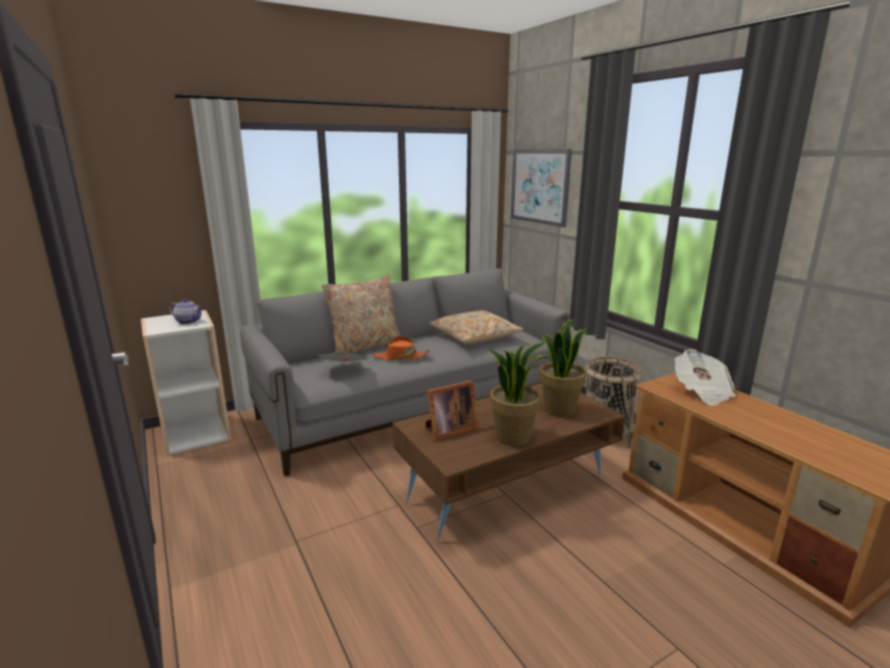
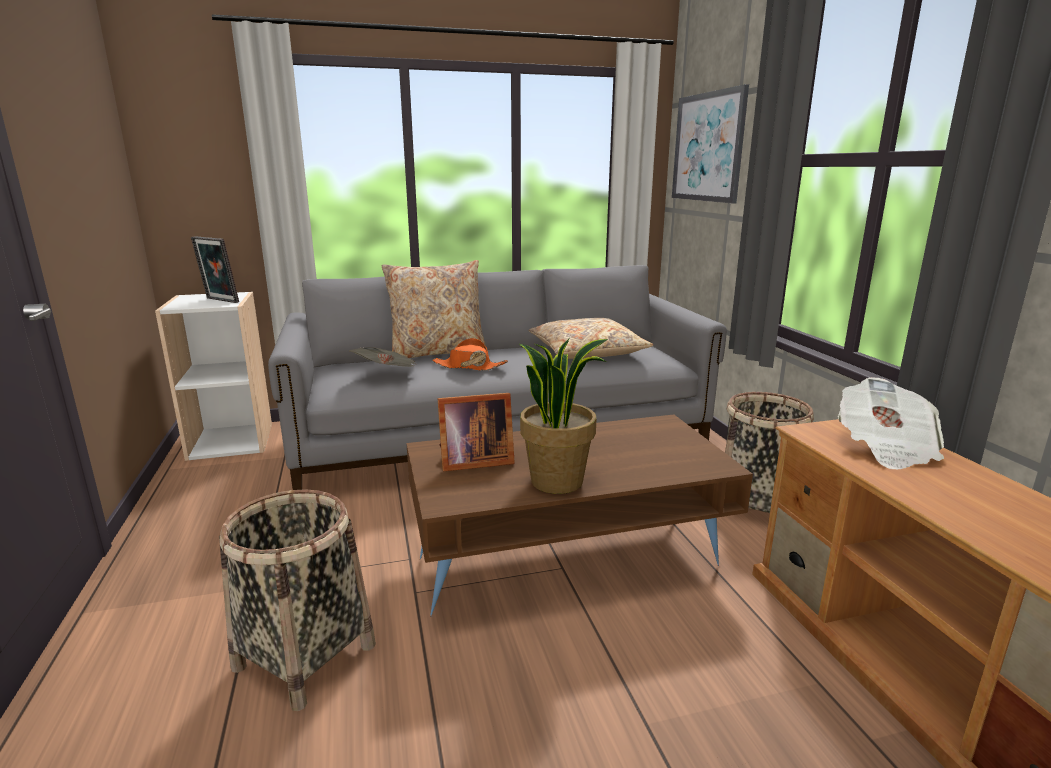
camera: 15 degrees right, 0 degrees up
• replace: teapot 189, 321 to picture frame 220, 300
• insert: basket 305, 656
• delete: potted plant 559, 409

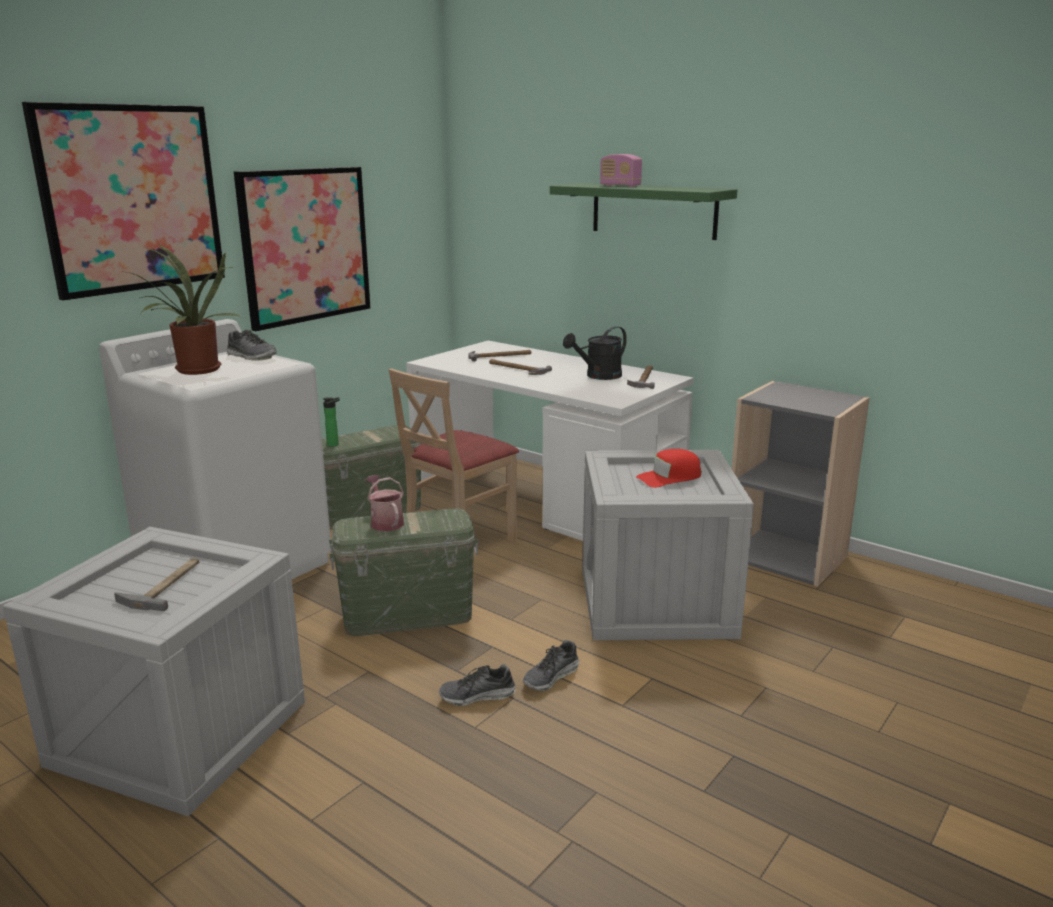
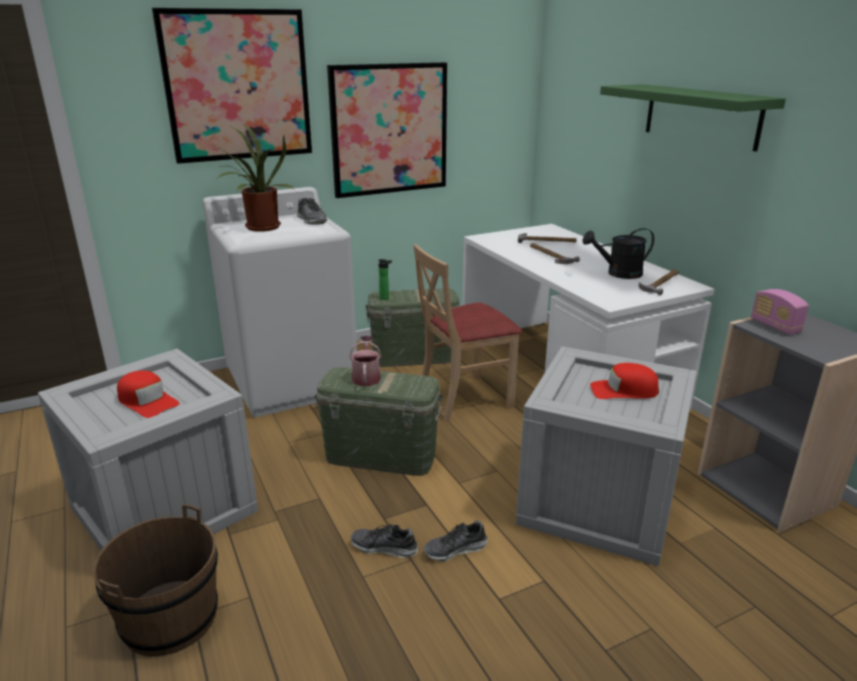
camera: 25 degrees right, 5 degrees up
• insert: brown bucket 170, 618
• replace: hammer 166, 585 to red cap 147, 401
• move: radio 620, 186 to 775, 326

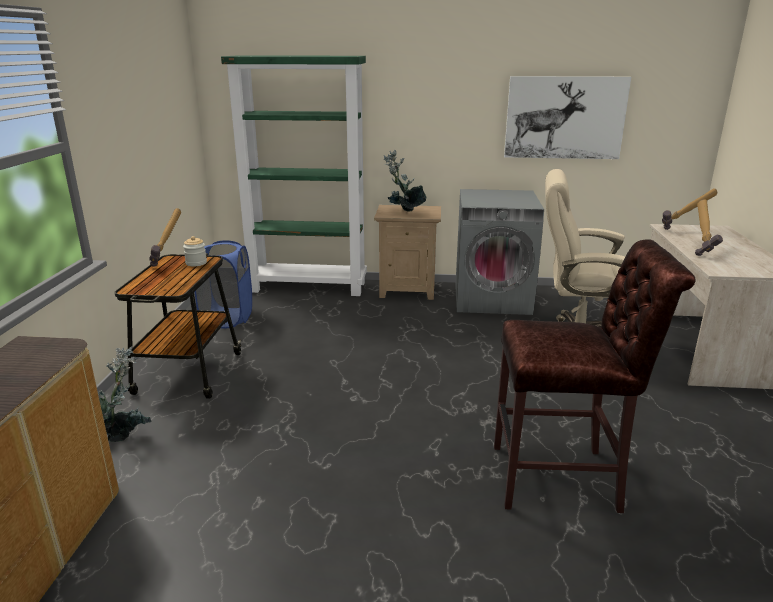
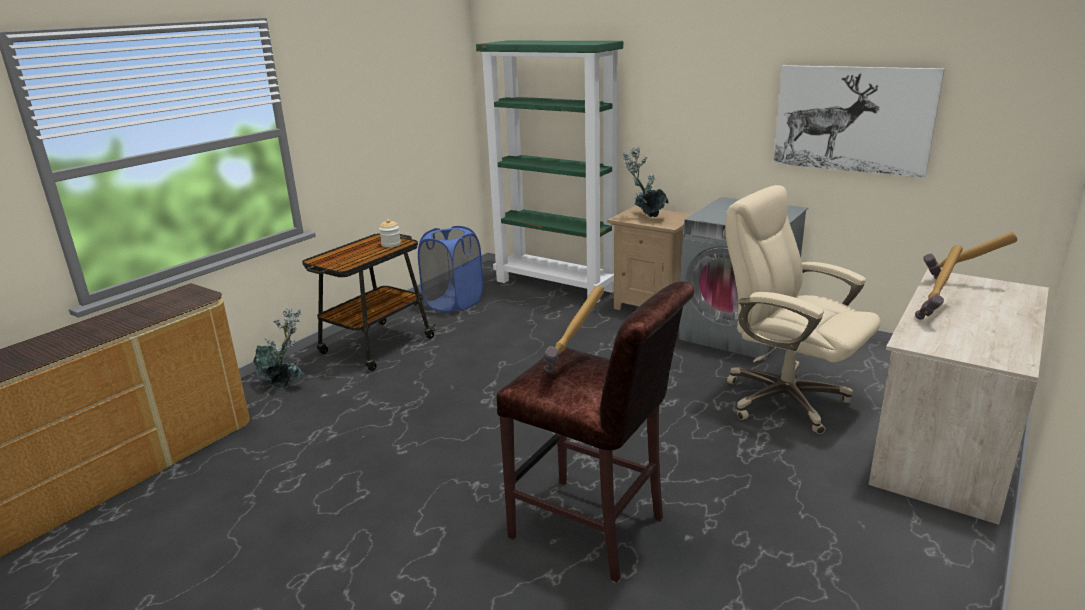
camera: 30 degrees right, 0 degrees up
• move: hammer 170, 261 to 575, 365

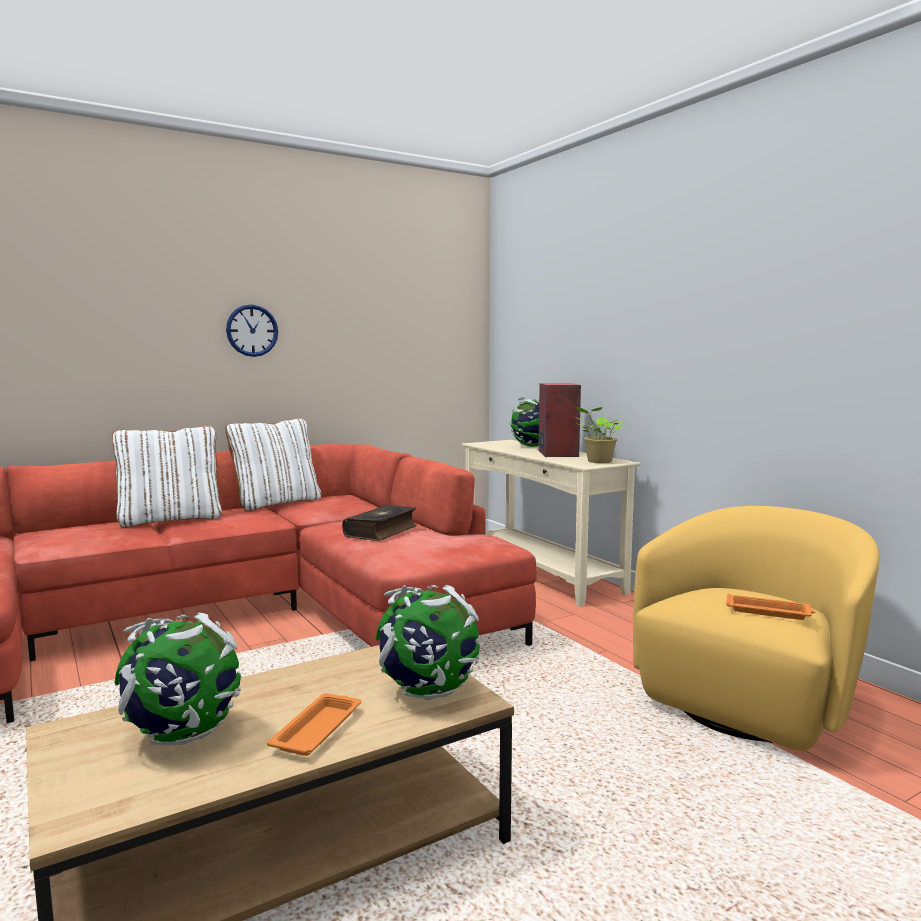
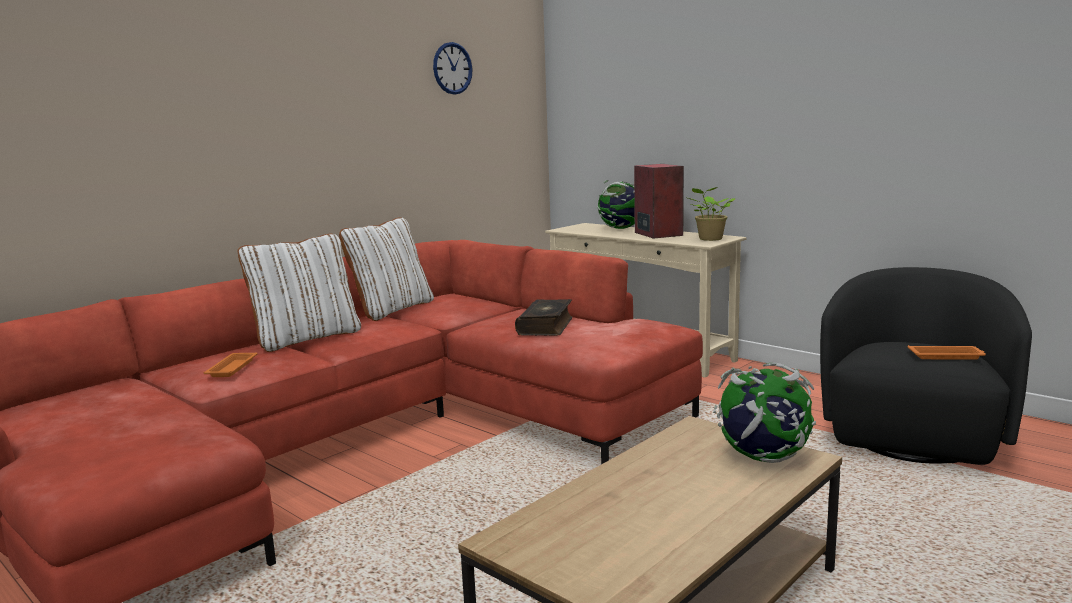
camera: 15 degrees left, 5 degrees up
• move: orange tray 318, 729 to 233, 368
• move: wall clock 252, 330 to 452, 68
• recolor: yellow armchair 751, 703 to black armchair 912, 436
• delete: globe 182, 736

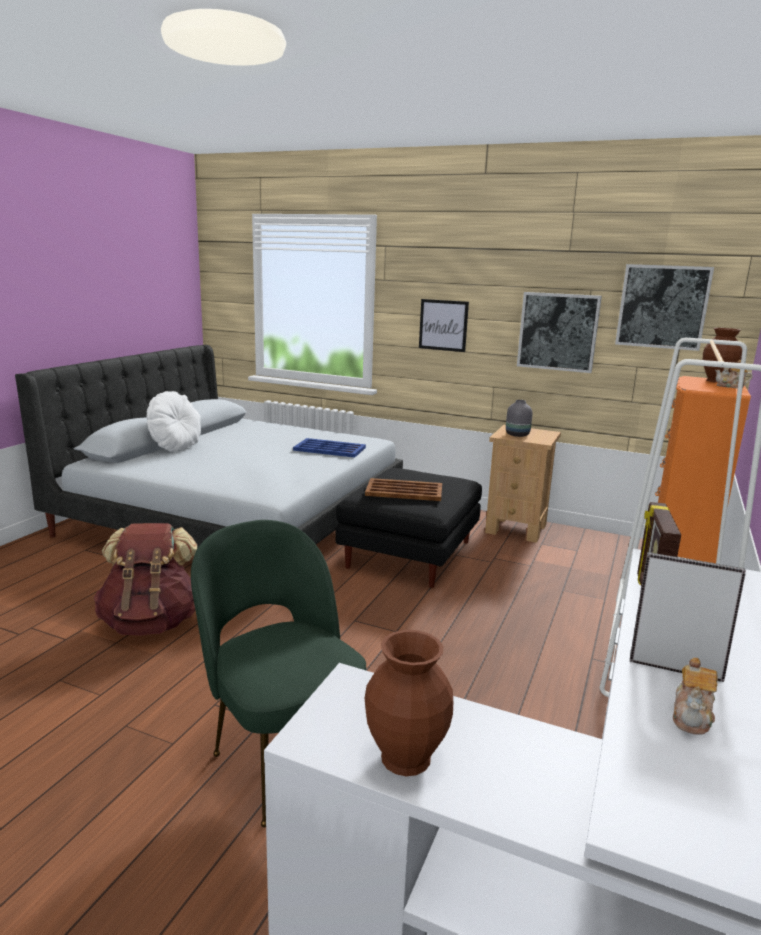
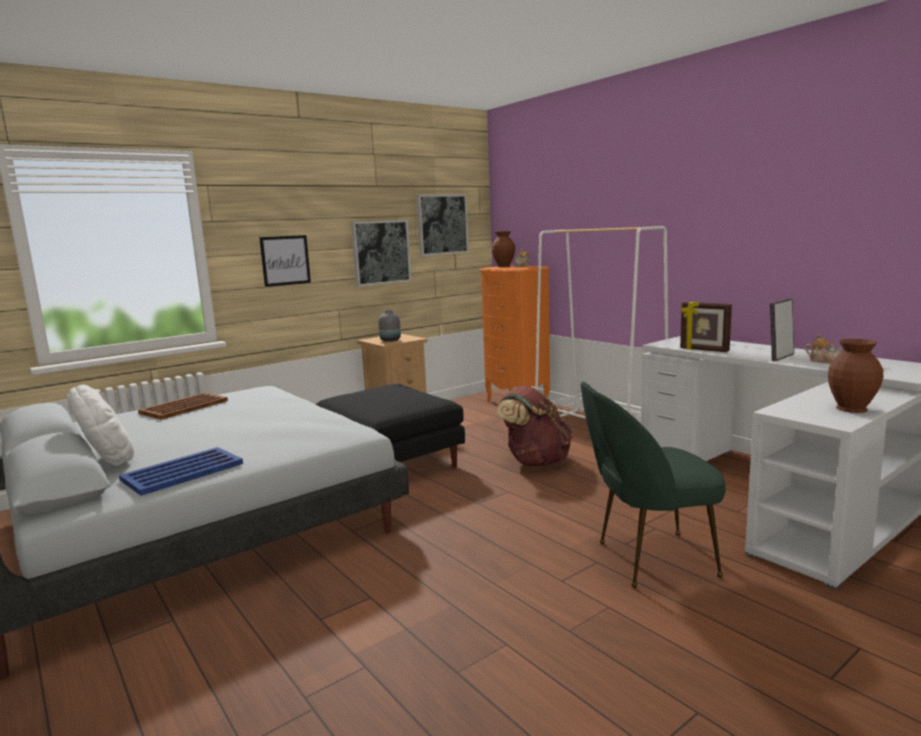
camera: 60 degrees left, 5 degrees down
• move: blue tray 329, 449 to 181, 472
• move: brown tray 403, 491 to 183, 407
• move: brown backpack 151, 622 to 535, 461

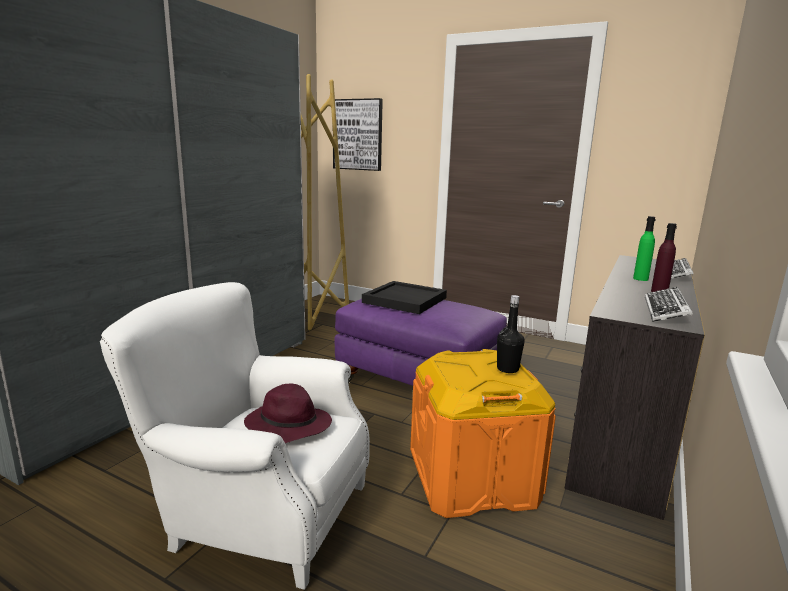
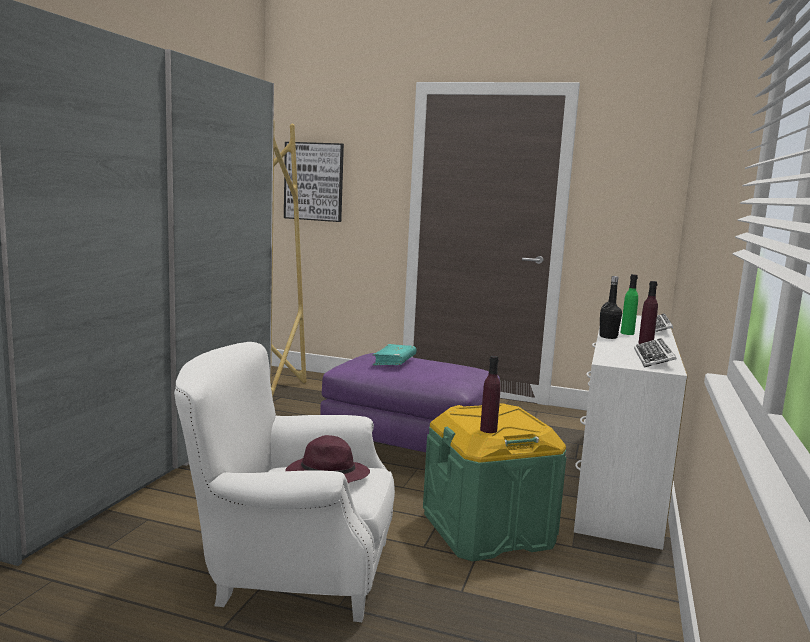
camera: 10 degrees left, 5 degrees down
• replace: black tray 404, 300 to turquoise book 394, 362
• recolor: orange storage box 472, 478 to green storage box 487, 530
• insert: purple bottle 488, 430
• recolor: black dresser 622, 426 to white dresser 617, 479
• move: black bottle 507, 369 to 608, 337

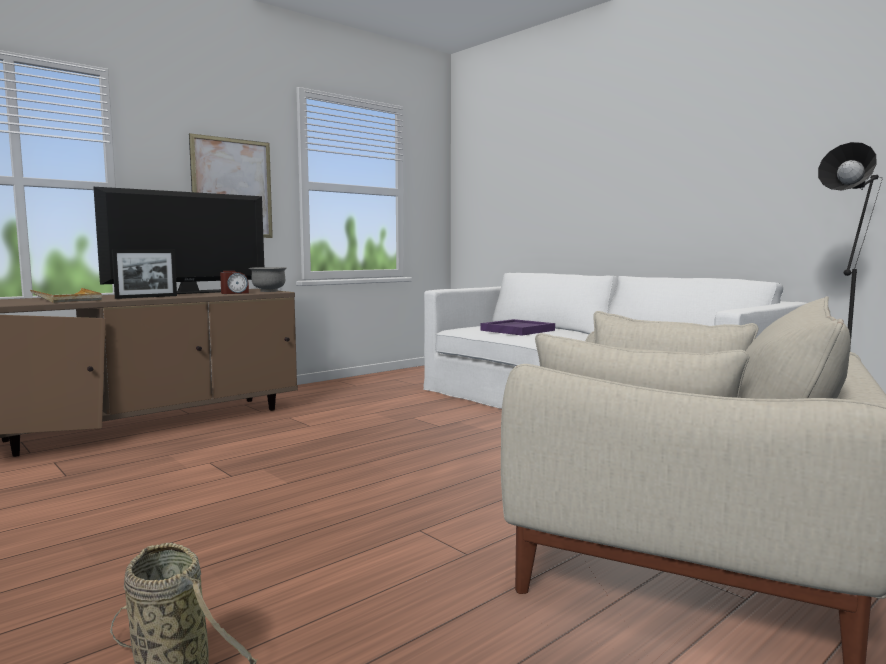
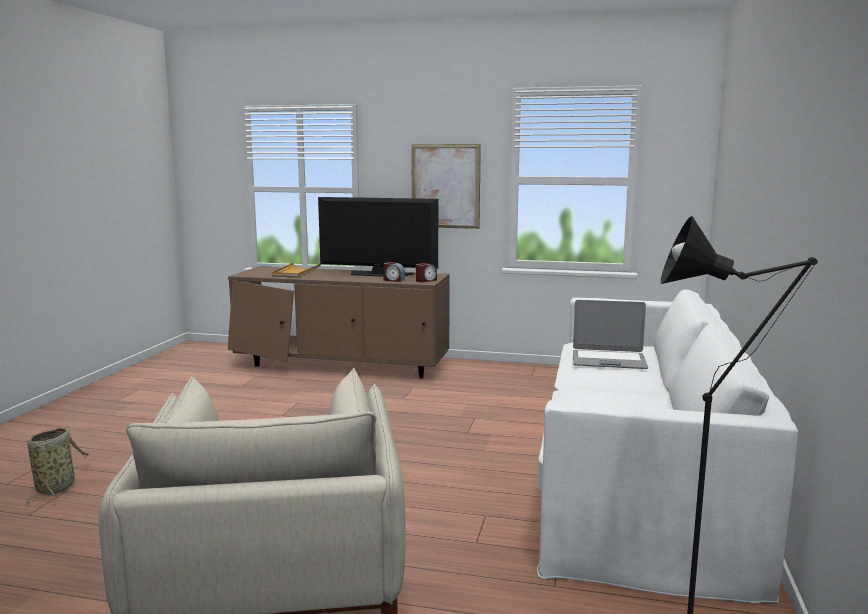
camera: 55 degrees right, 5 degrees up
• replace: grey bowl 268, 291 to alarm clock 426, 280
• replace: purple tray 517, 330 to laptop 608, 361
• delete: picture frame 146, 297

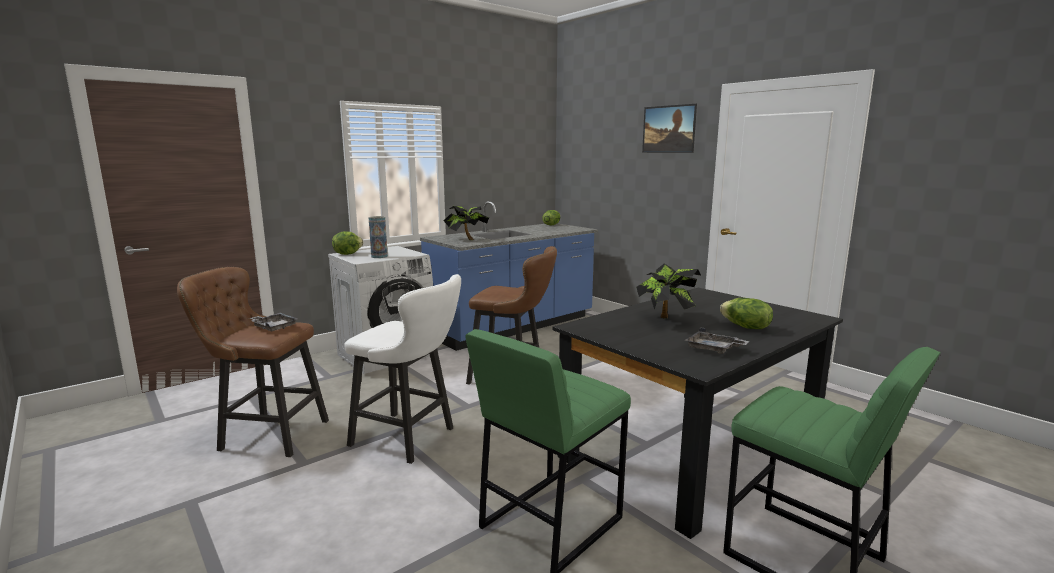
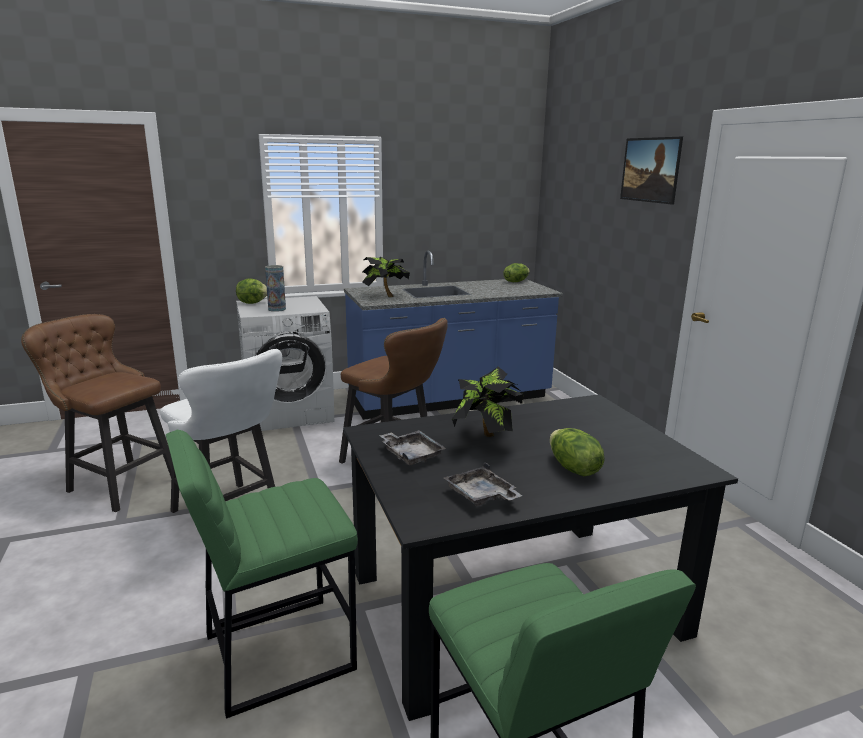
camera: 20 degrees right, 5 degrees up
• move: grey tray 274, 327 to 411, 454

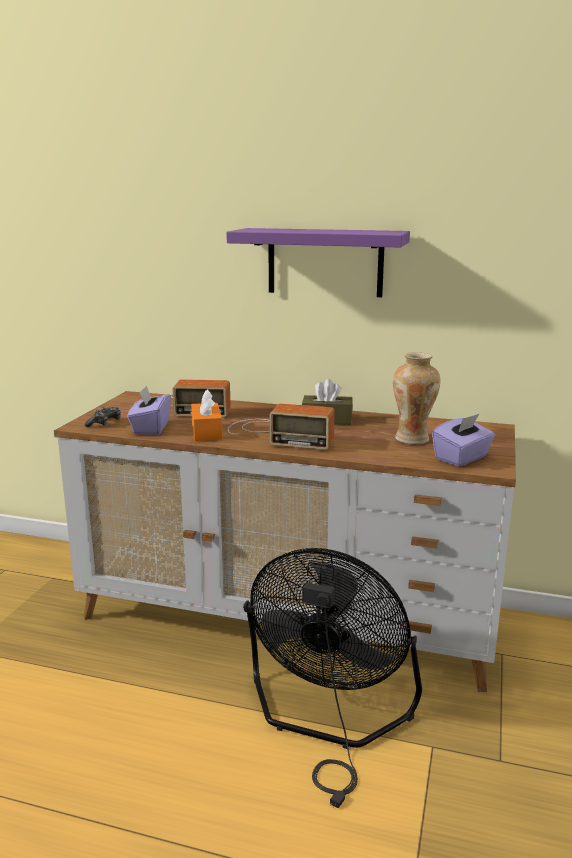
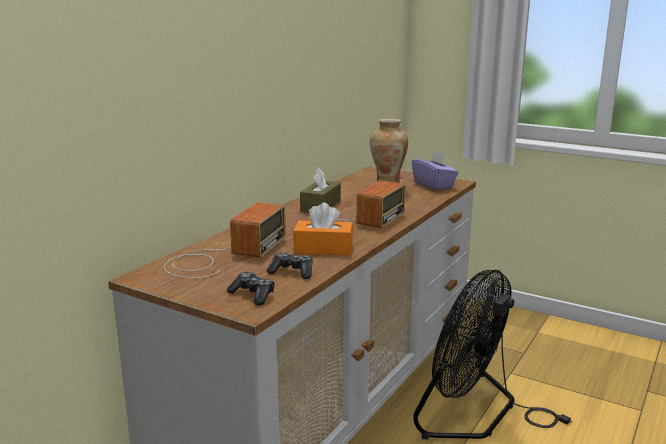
camera: 75 degrees left, 0 degrees up
• replace: purple tissue box 150, 428 to game controller 292, 272
• delete: purple shelf 325, 262

